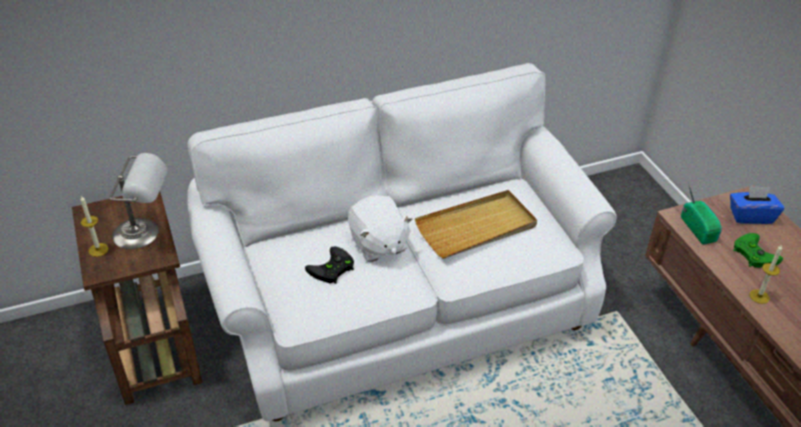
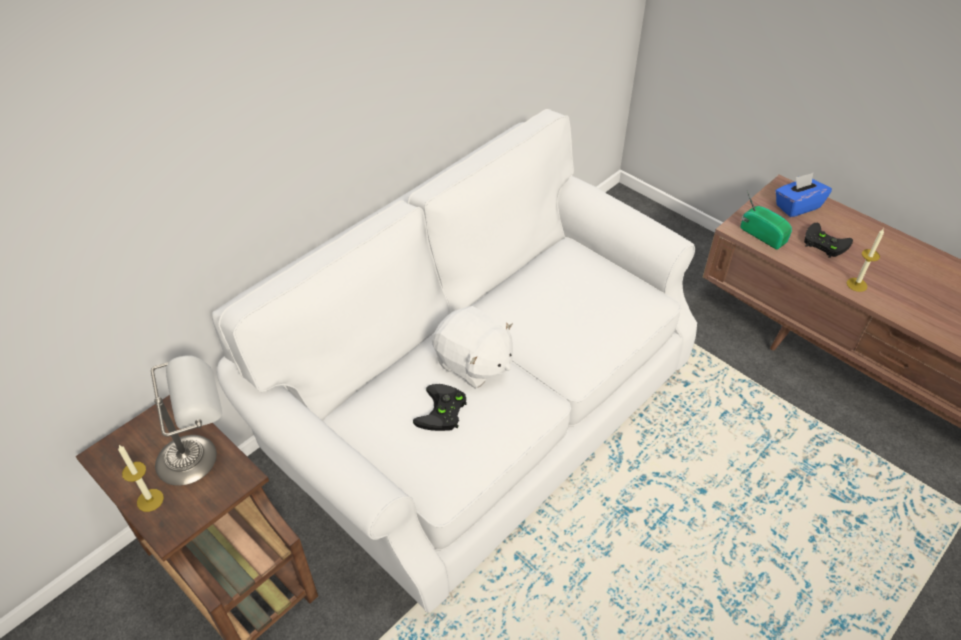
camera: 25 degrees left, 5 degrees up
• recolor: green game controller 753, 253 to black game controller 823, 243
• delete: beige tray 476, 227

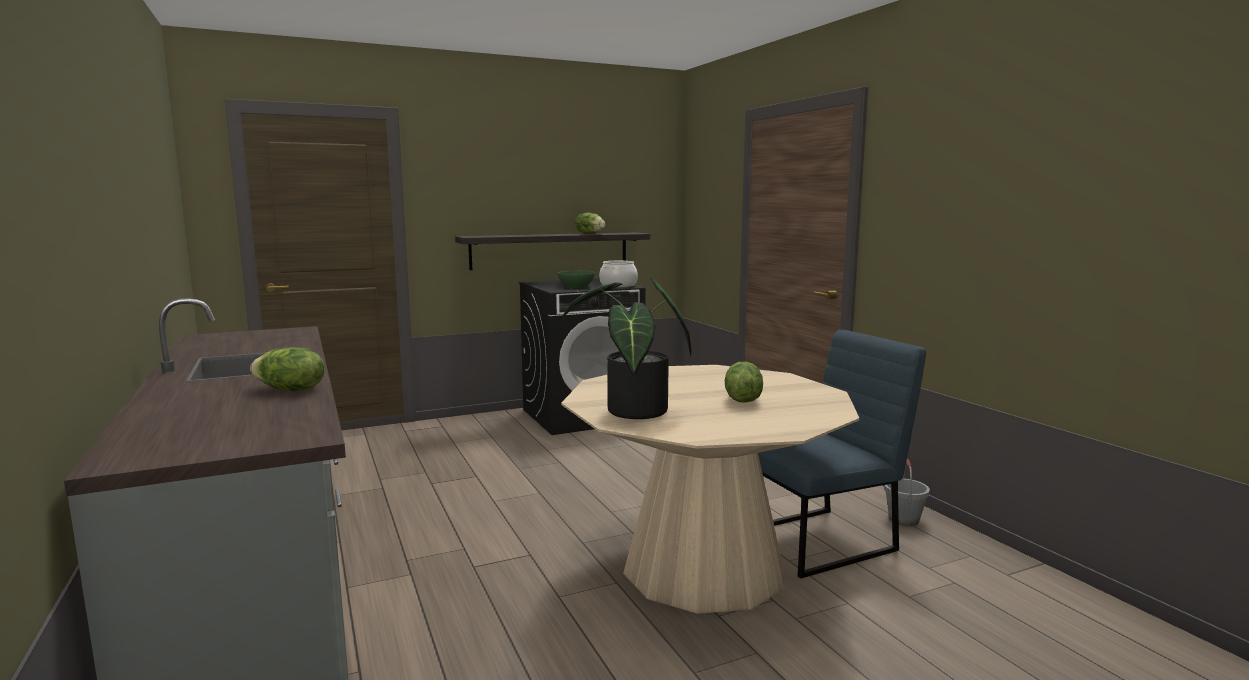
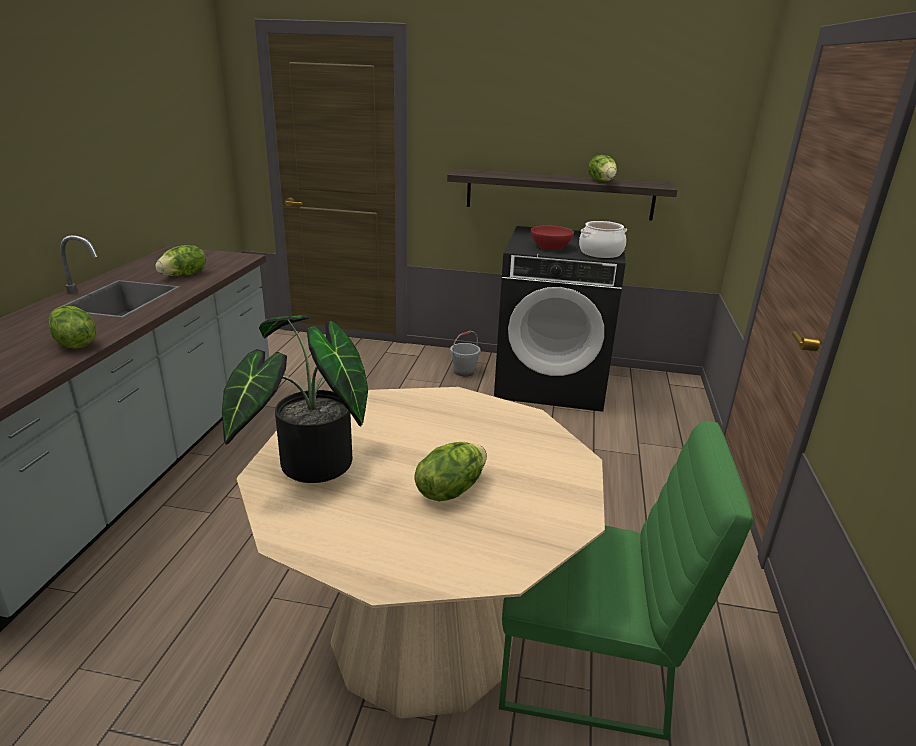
camera: 35 degrees right, 15 degrees up
• insert: lettuce 184, 275
• move: grey bucket 904, 520 to 464, 372
• recolor: blue chair 820, 540 to green chair 589, 668
• recolor: green bowl 576, 287 to red bowl 550, 247

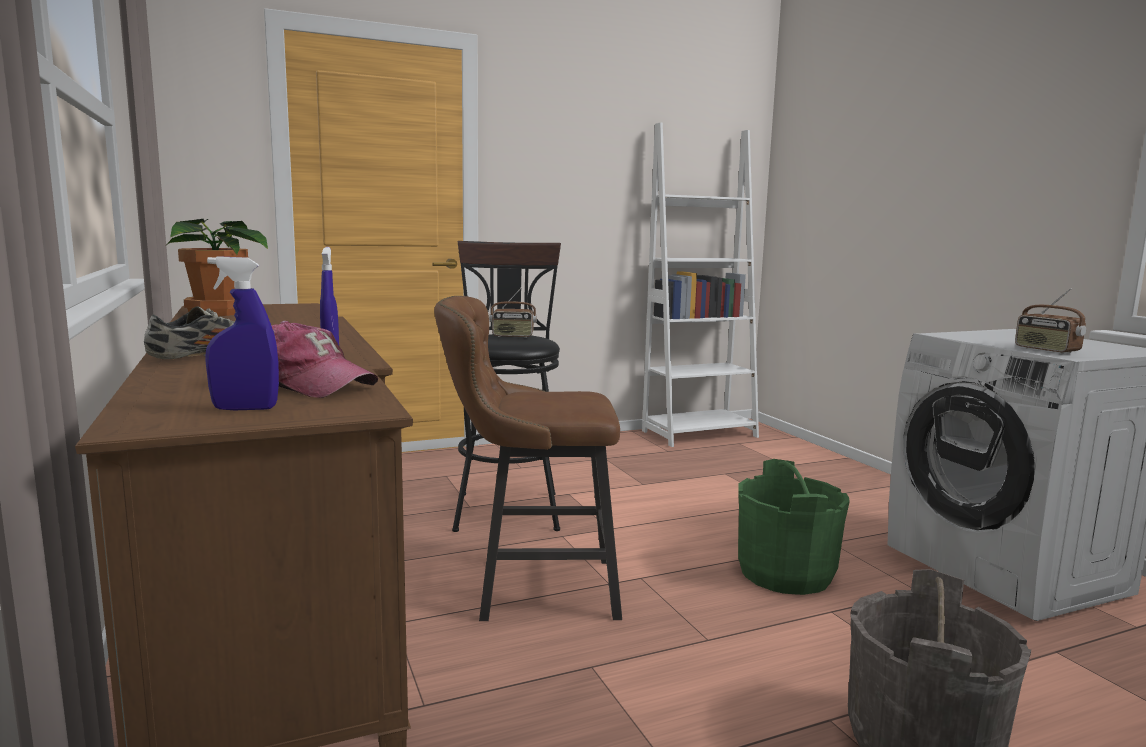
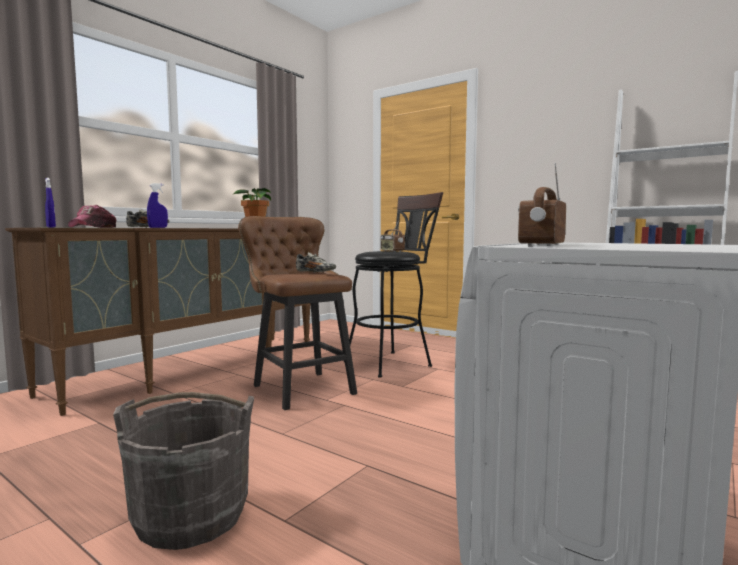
camera: 60 degrees right, 5 degrees down
• insert: shoe 316, 273
• delete: green bucket 785, 573

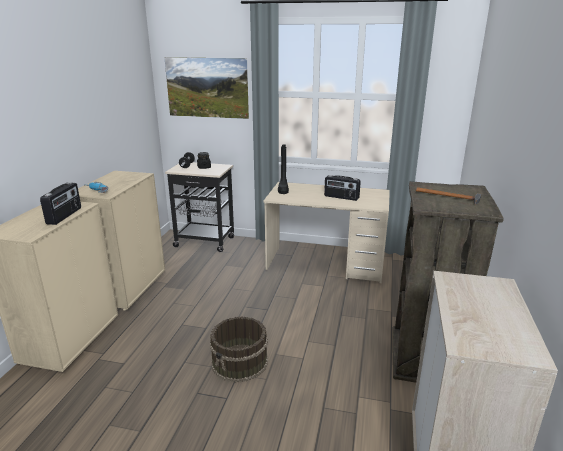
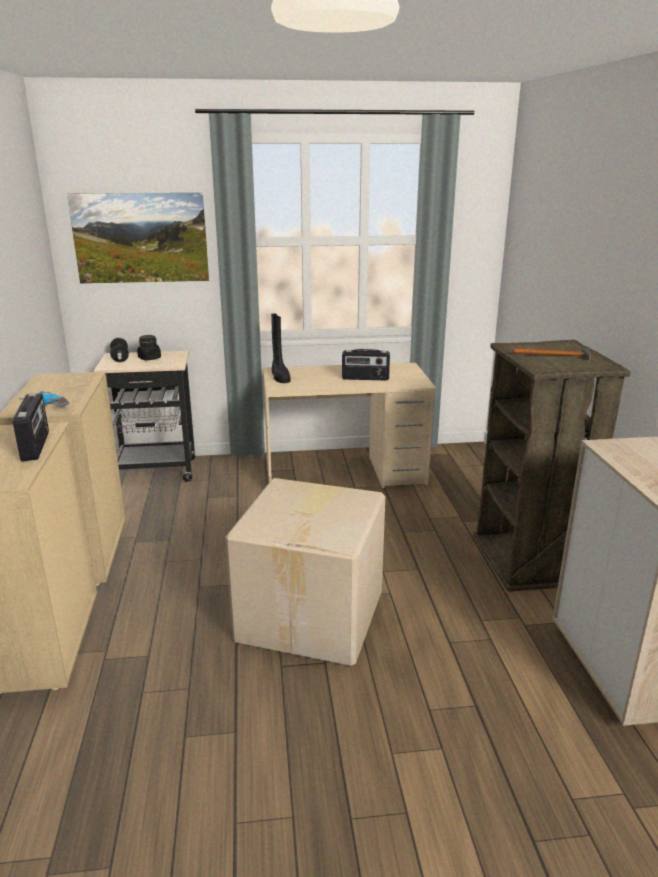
camera: 20 degrees left, 0 degrees up
• replace: brown bucket 240, 362 to cardboard box 313, 616

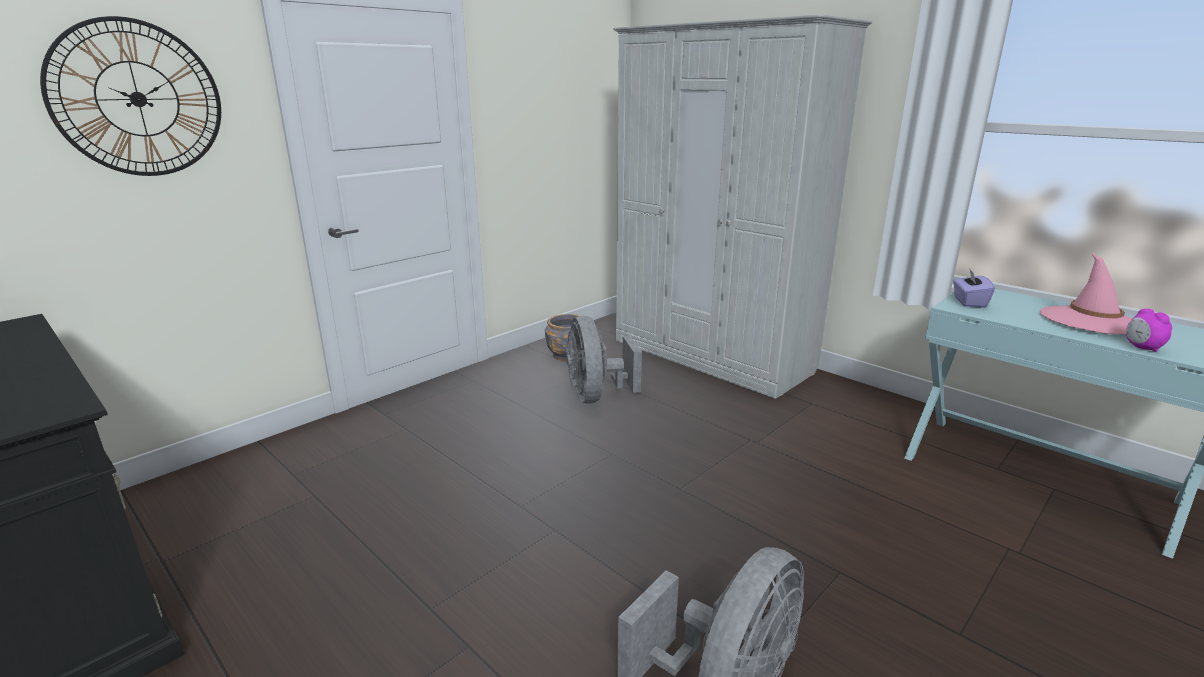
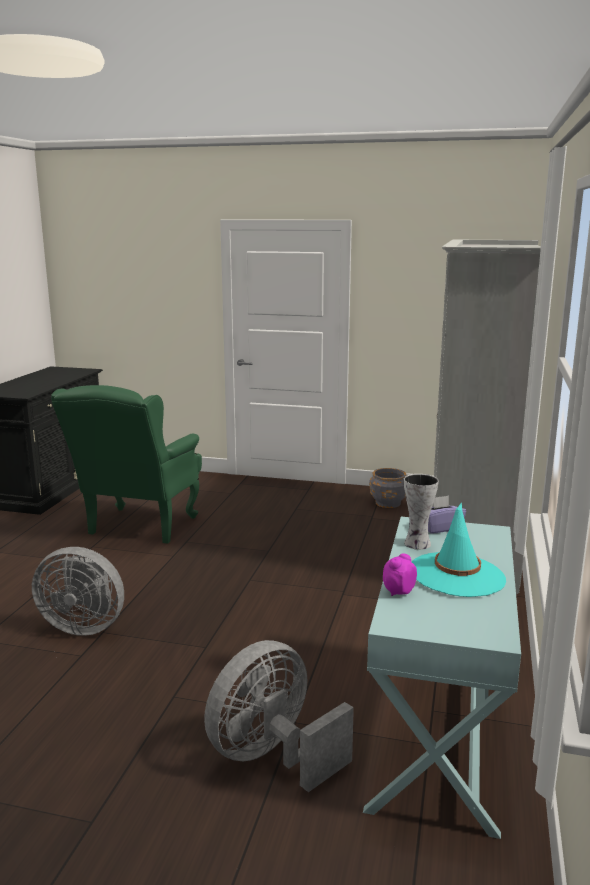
camera: 60 degrees right, 5 degrees down
• insert: green armchair 137, 530
• move: grey fan 596, 396 to 272, 756
• insert: vase 416, 544
• recolor: pink hat 1091, 321 to turquoise hat 457, 575
• delete: wall clock 138, 99

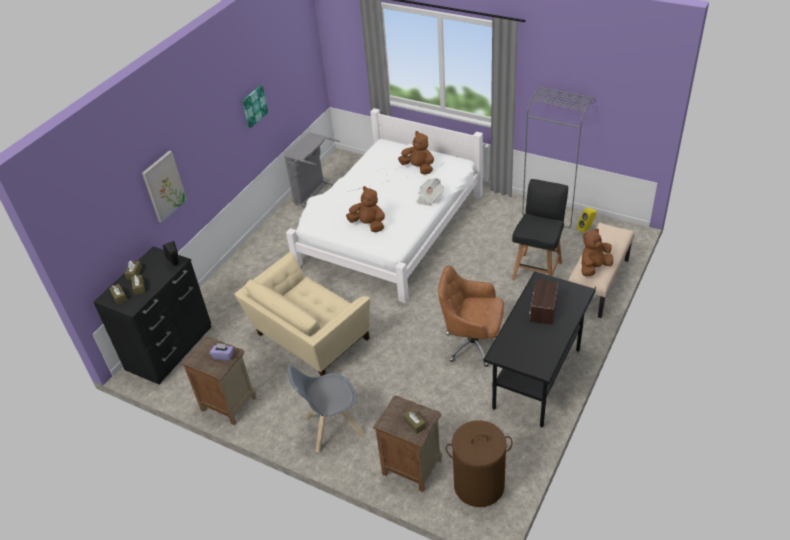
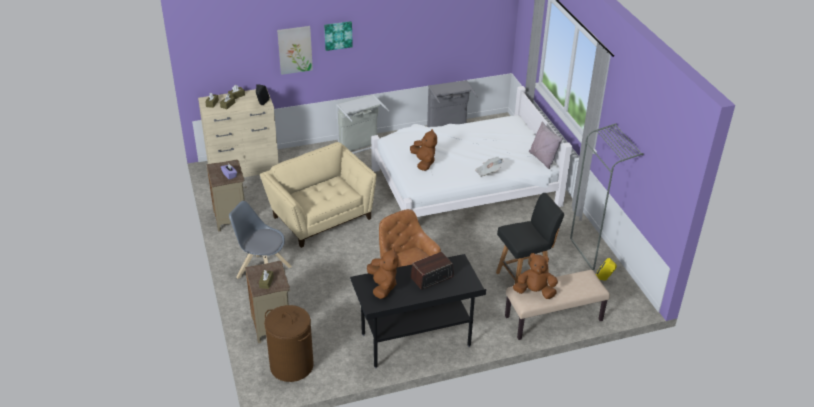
camera: 40 degrees right, 5 degrees down
• recolor: black dresser 170, 348 to beige dresser 244, 168
• rotate: beige armchair 309, 338 = 320, 216 60 degrees clockwise
• move: picture 254, 106 to 338, 35
• insert: grey laundry basket 361, 151
• move: brown plush toy 418, 168 to 383, 286
• insert: purple pillow 542, 159

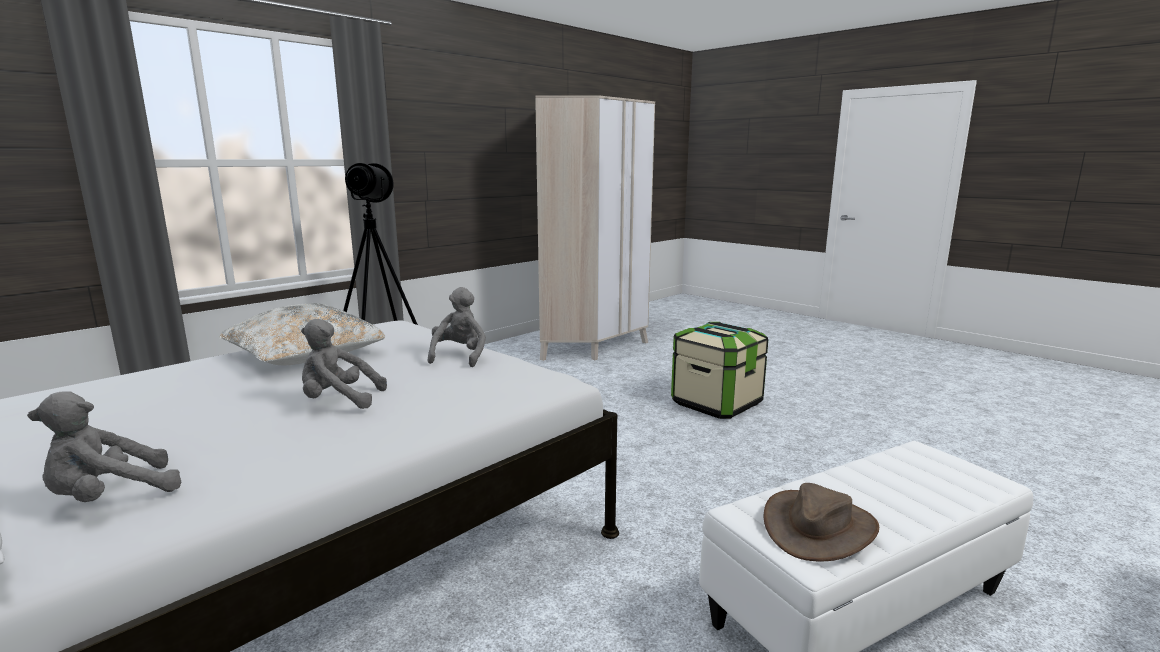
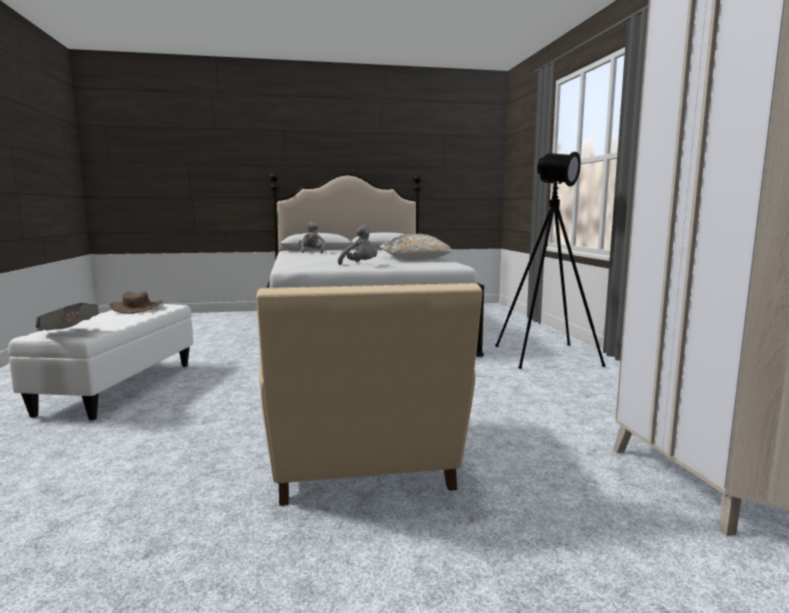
camera: 125 degrees right, 5 degrees down
• insert: newspaper 69, 333
• replace: storage box 716, 403 to beige armchair 362, 462
• delete: grey plush toy 339, 401

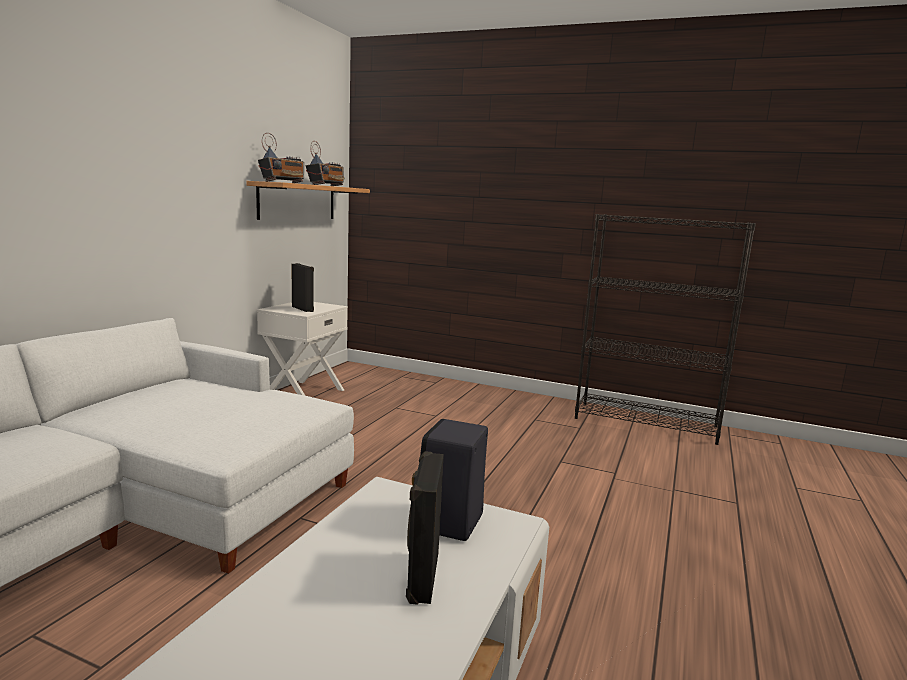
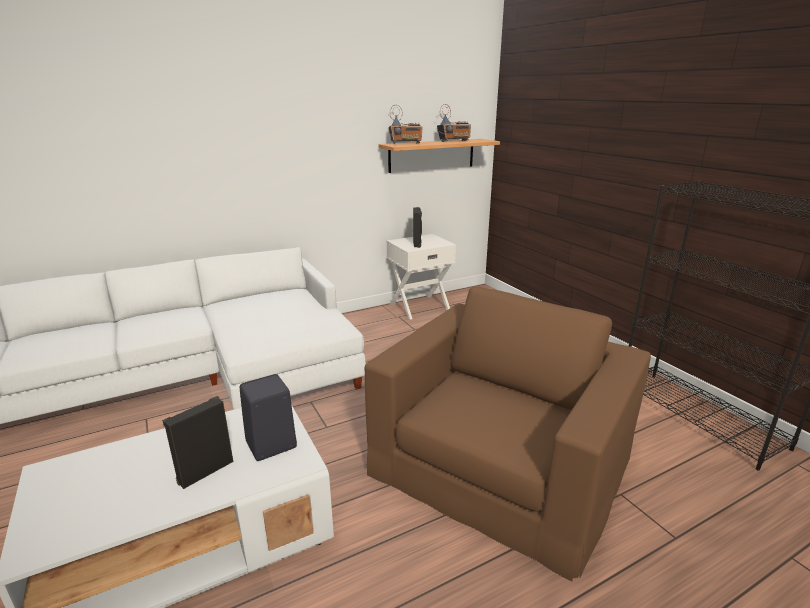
camera: 40 degrees right, 10 degrees up
• insert: brown armchair 501, 464

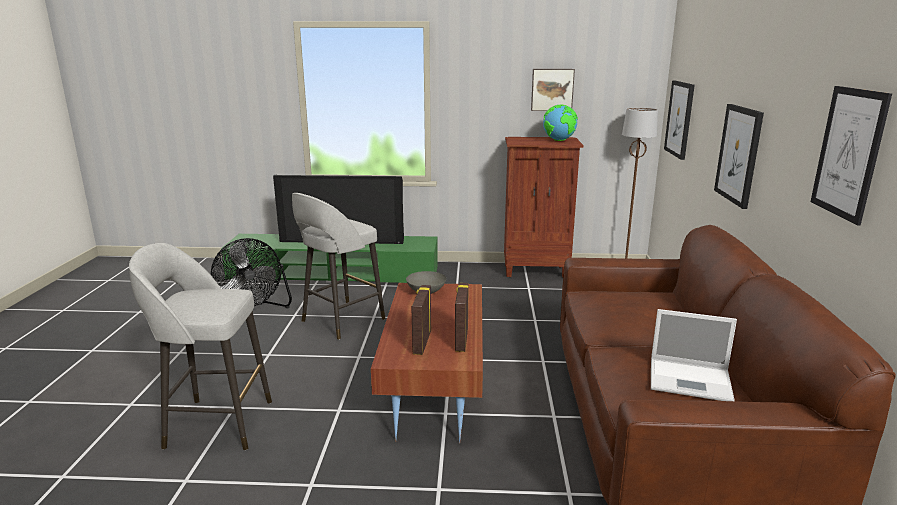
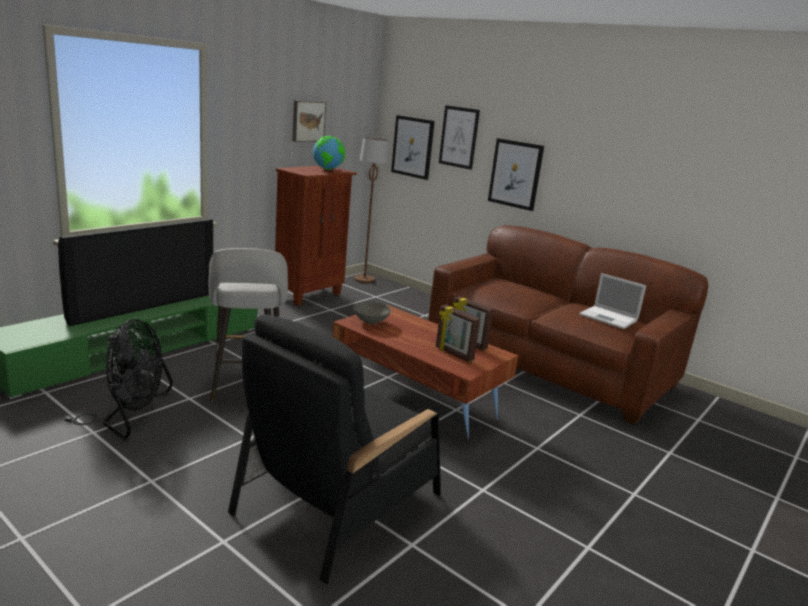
camera: 55 degrees left, 0 degrees up
• replace: grey stool 216, 423 to black armchair 338, 503
• move: picture 848, 153 to 459, 137
• rotate: laptop 691, 380 = 609, 318 75 degrees clockwise

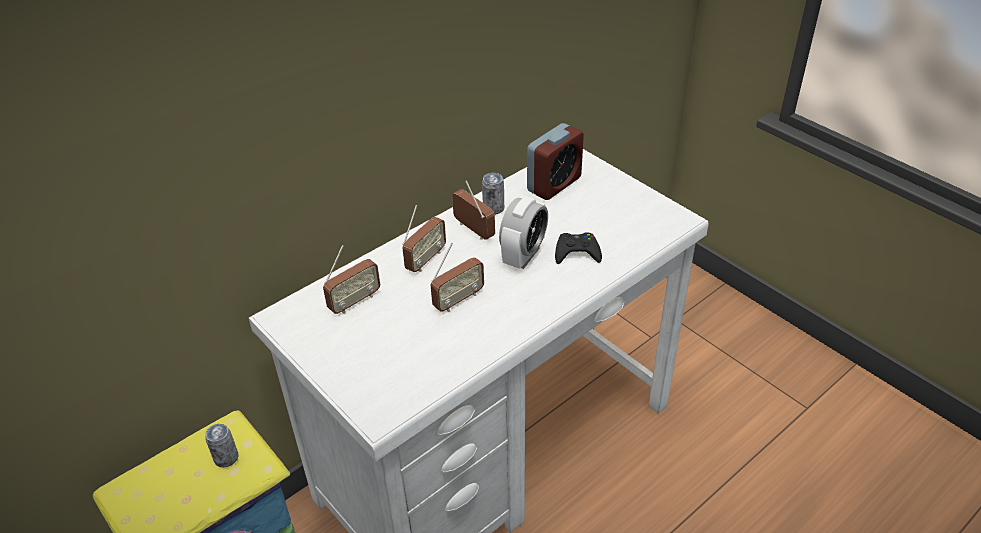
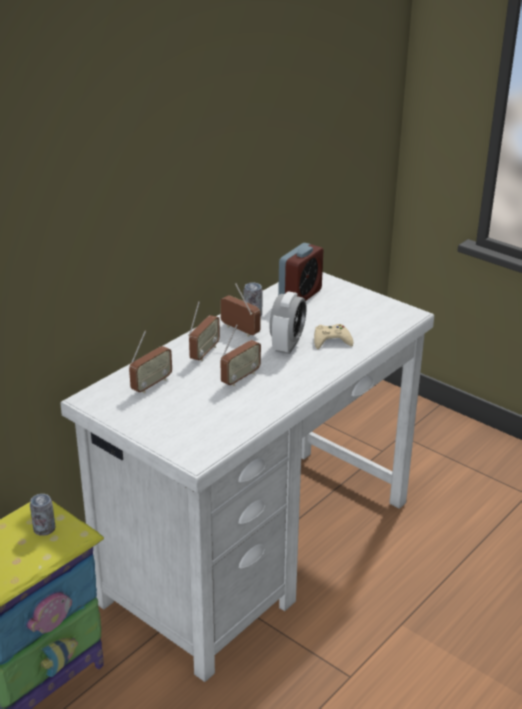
camera: 10 degrees left, 10 degrees down
• recolor: black game controller 577, 252 to beige game controller 331, 340

